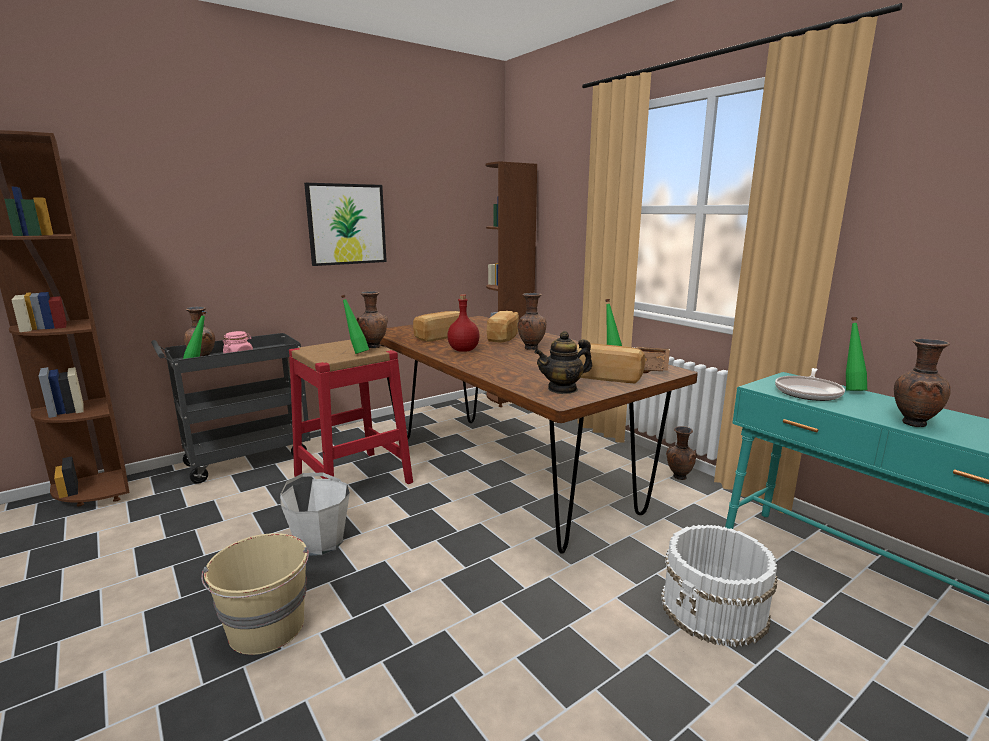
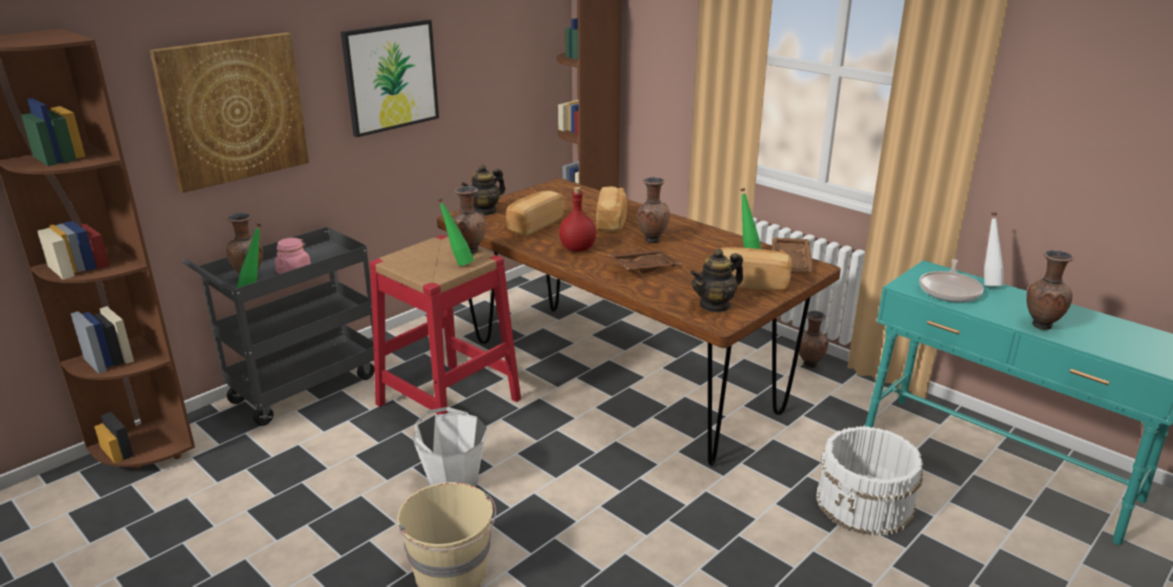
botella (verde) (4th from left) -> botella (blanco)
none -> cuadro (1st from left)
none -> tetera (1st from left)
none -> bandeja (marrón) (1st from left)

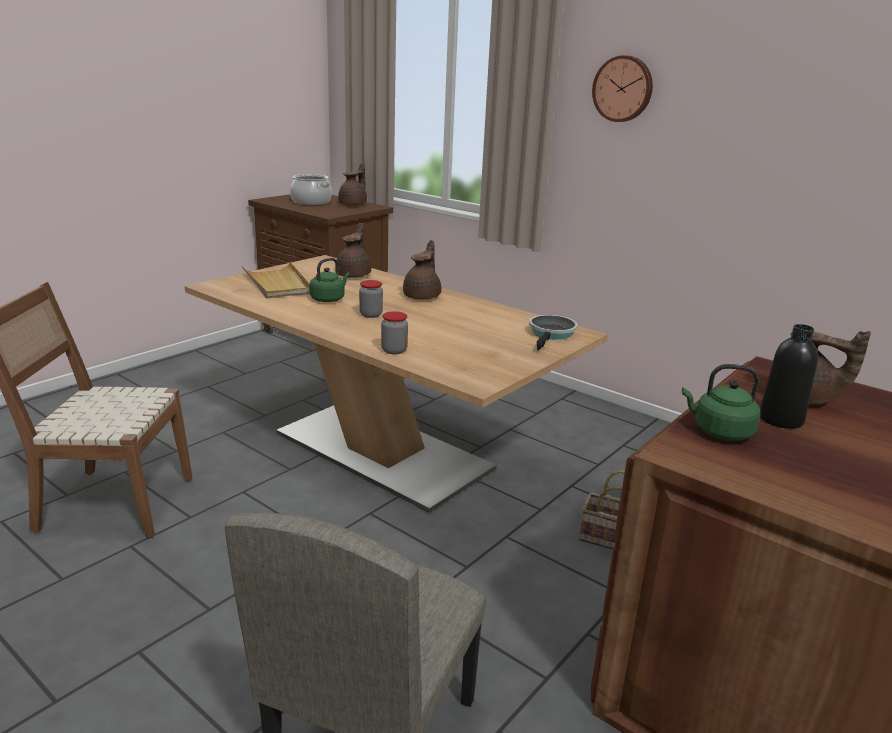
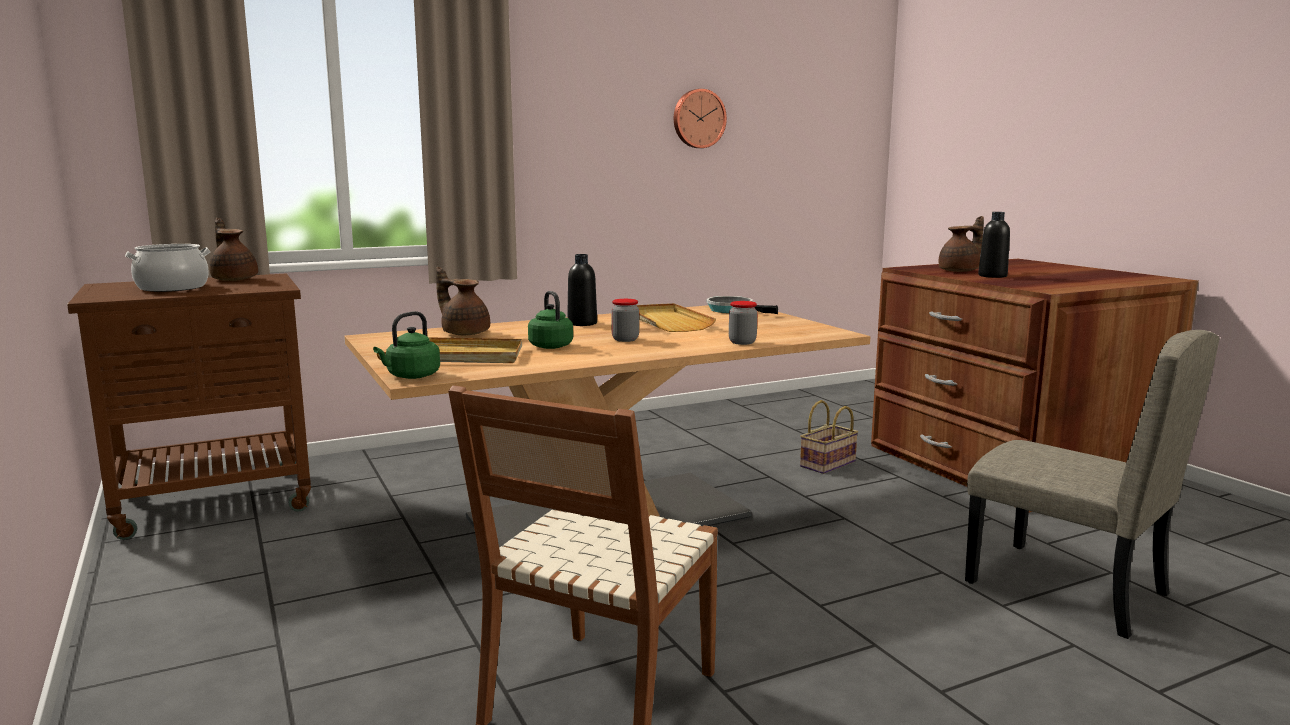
reloj de pared, move
tetera (marrón) (3rd from left) -> botella (negro) (1st from left)
hervidor (verde) (2nd from left in the first image) -> hervidor (verde) (1st from left), move
none -> bandeja (beis) (2nd from left)

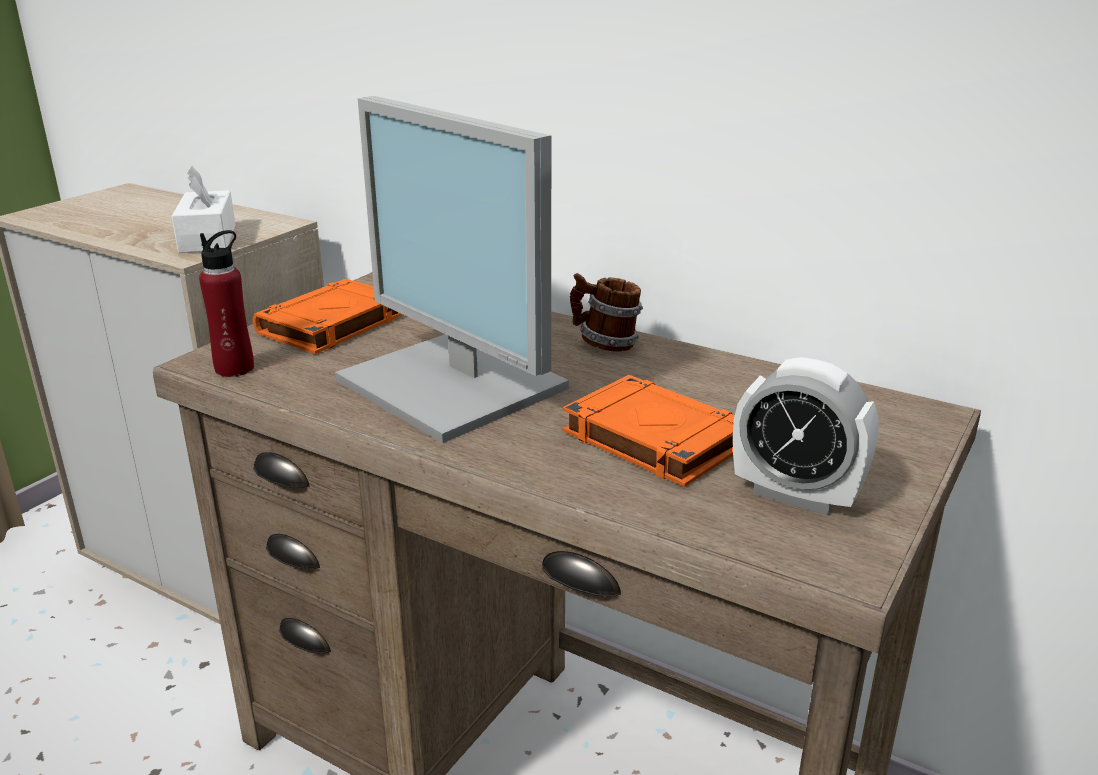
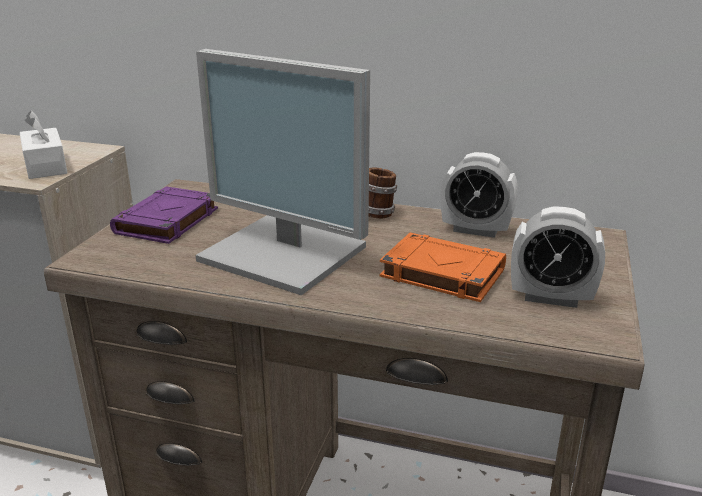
botella (rojo) -> none
libro (naranja) (1st from left) -> libro (morado)
none -> despertador (1st from left)

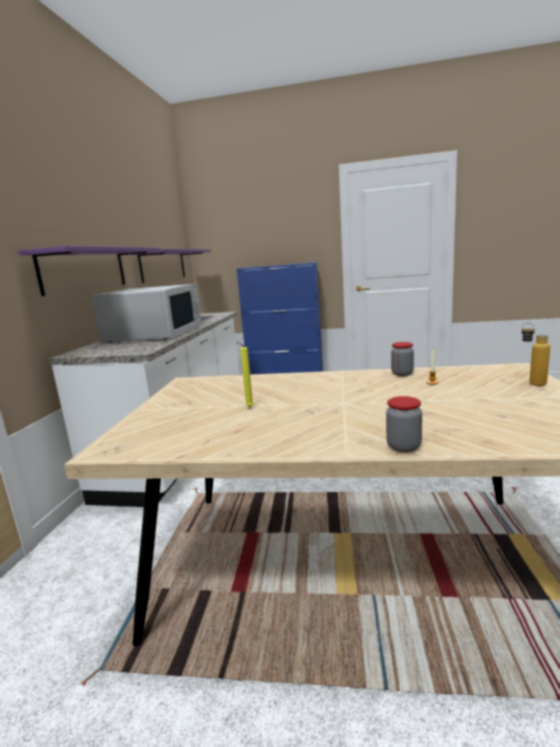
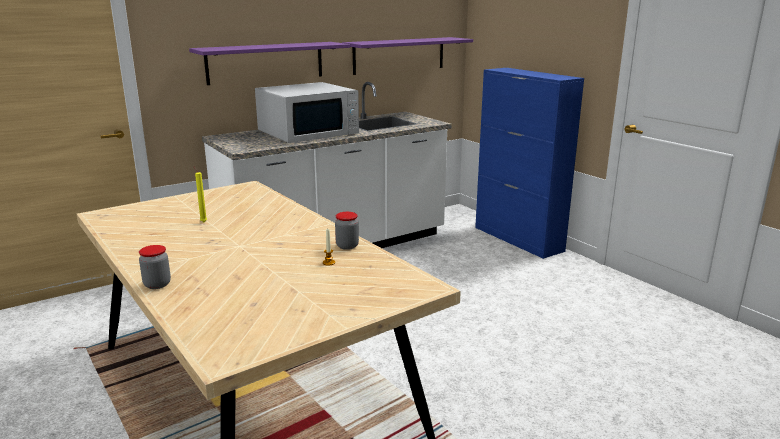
botella -> none

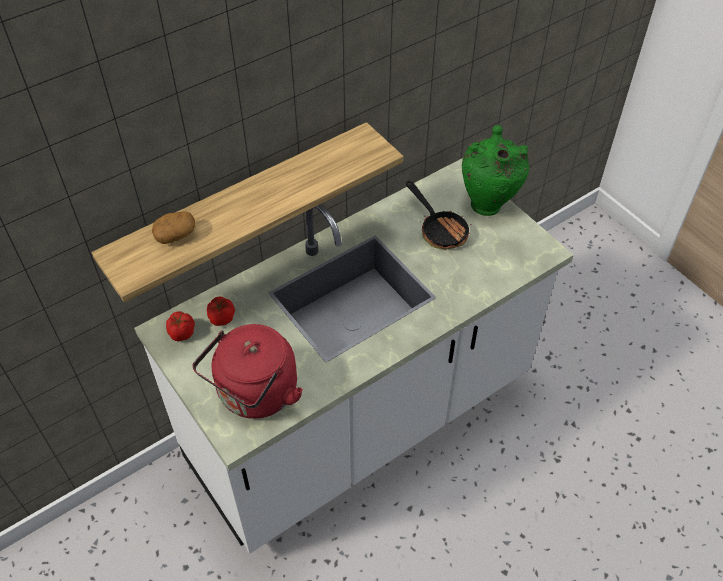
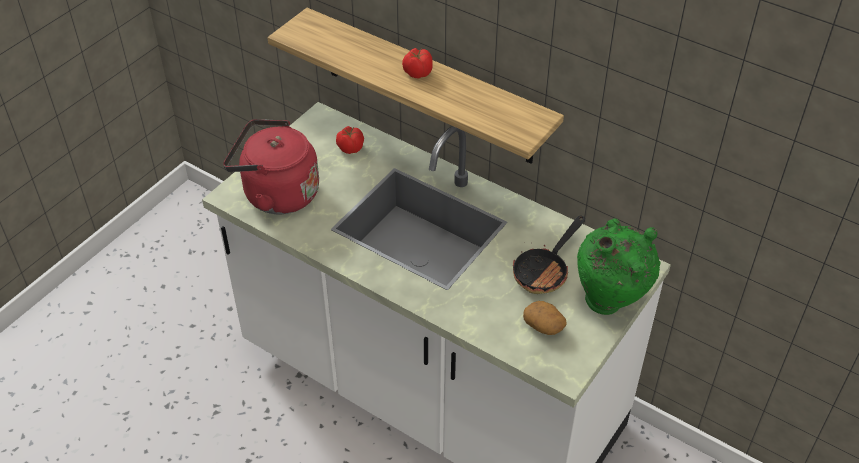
patata, move
tomate (1st from left in the first image) -> tomate (2nd from left), move

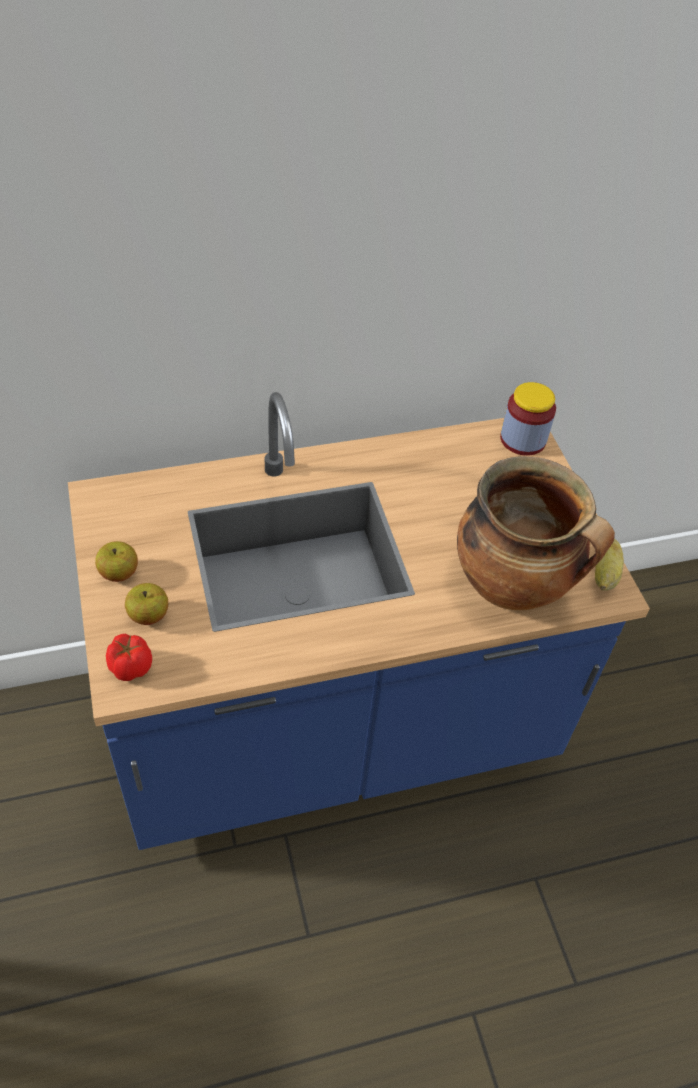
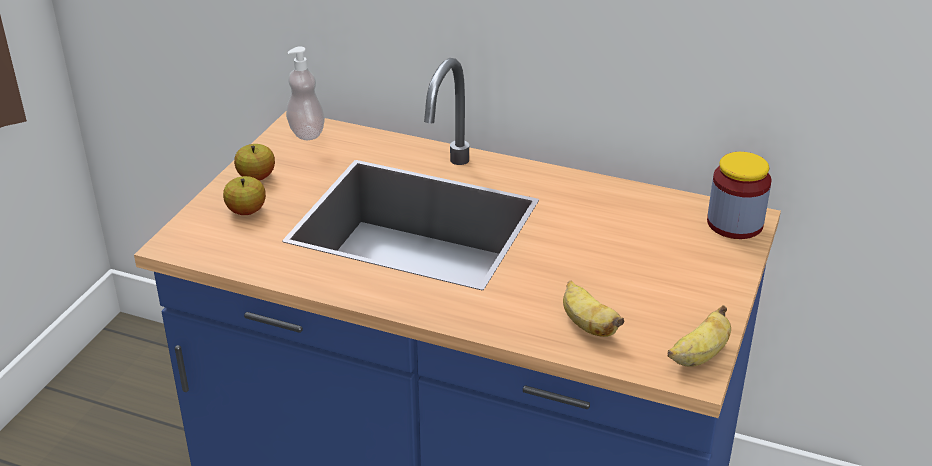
olla -> plátano (1st from left)
tomate -> none
none -> dispensador de jabón

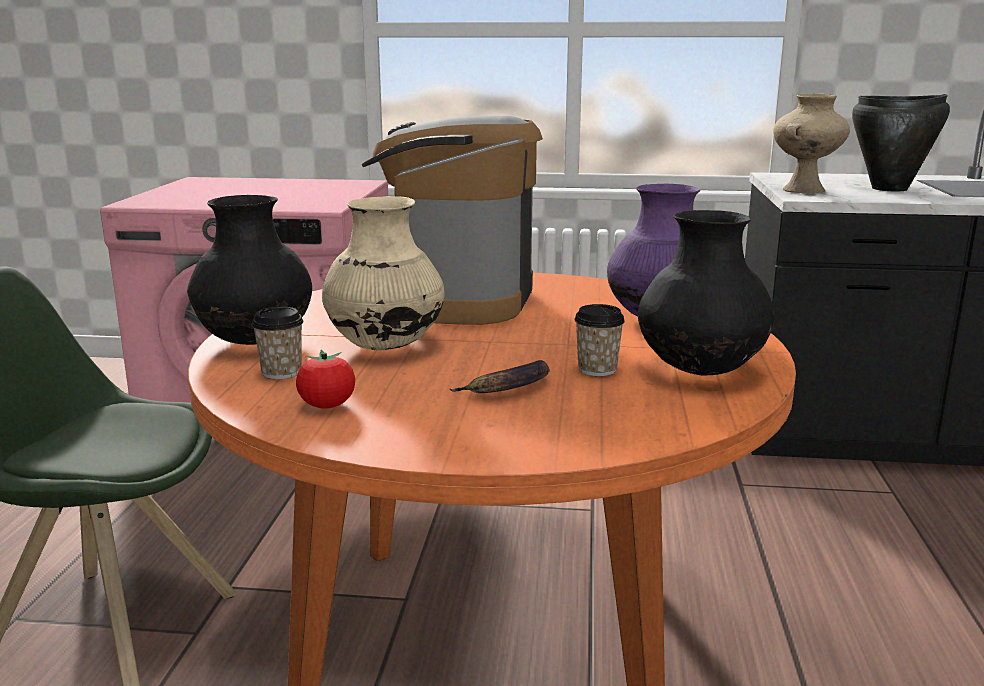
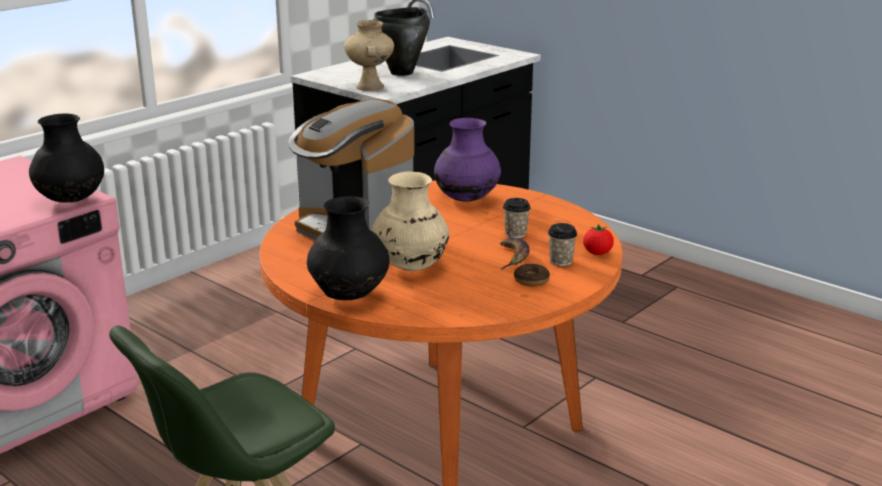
florero (negro) (2nd from left in the first image) -> florero (negro) (1st from left), move
taza (1st from left in the first image) -> taza (2nd from left), move
tomate, move
none -> rosquilla

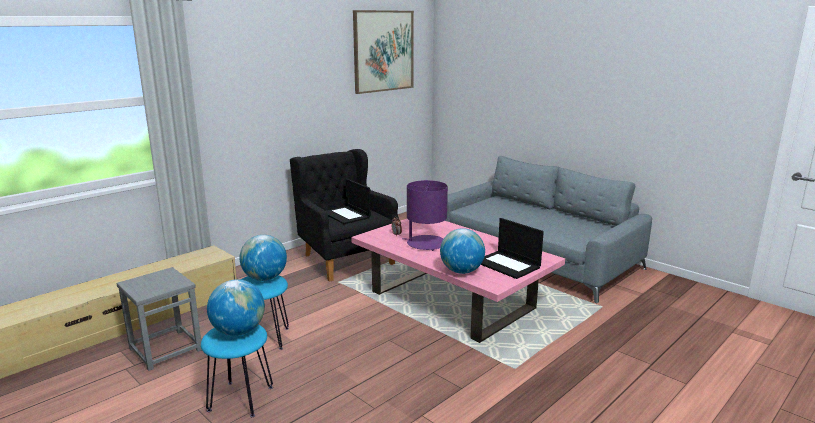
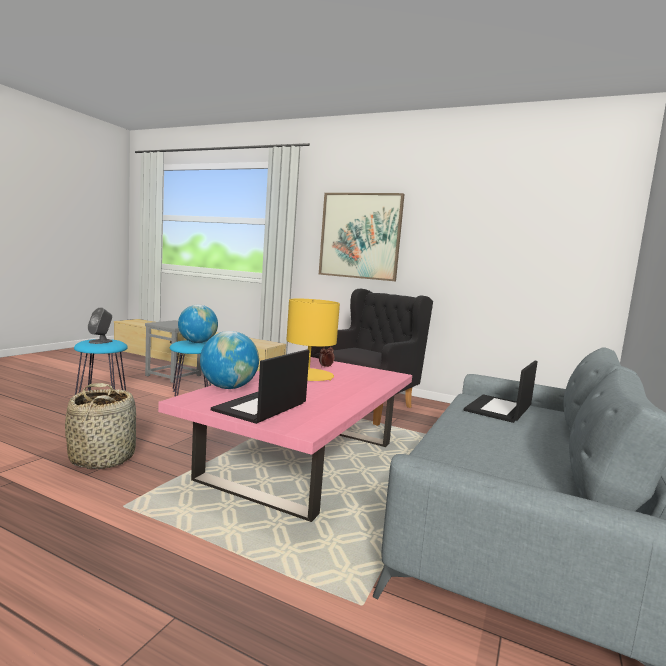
cuadro, move
portátil (1st from left in the first image) -> portátil (2nd from left), move
lámpara de mesa (morado) -> lámpara de mesa (amarillo)
globo terráqueo (1st from left) -> altavoz (gris)
none -> cesta

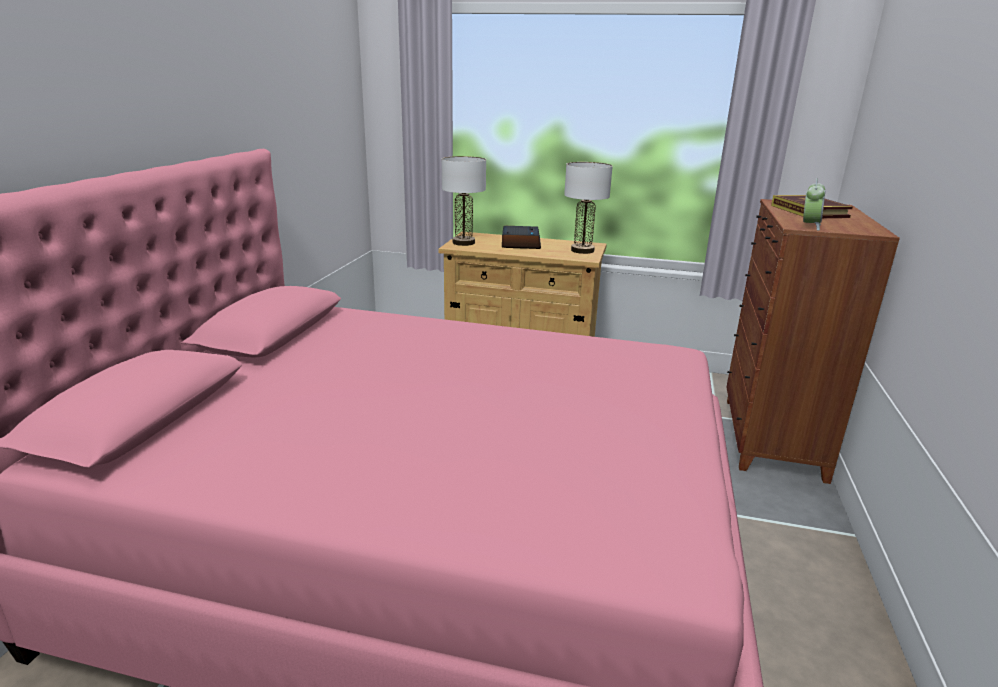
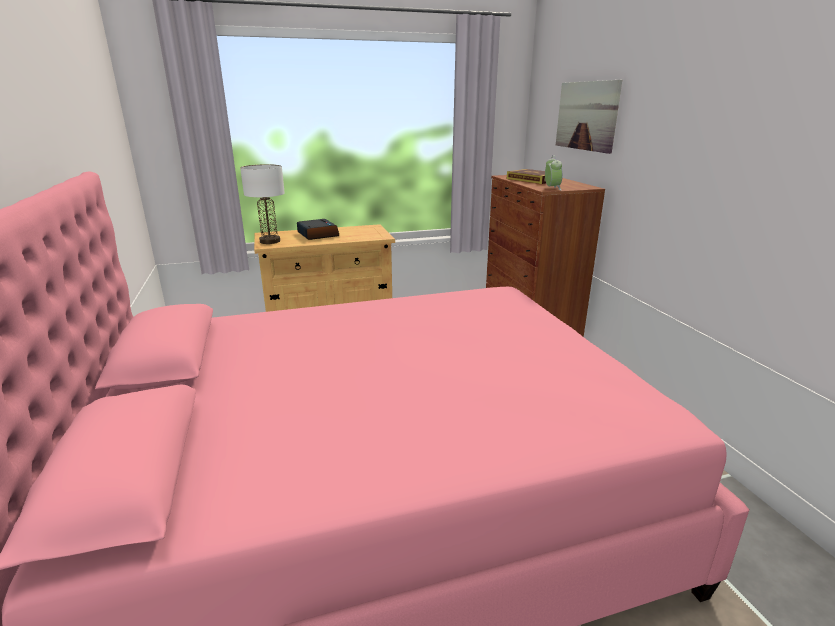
lámpara de mesa (2nd from left) -> none
none -> cuadro

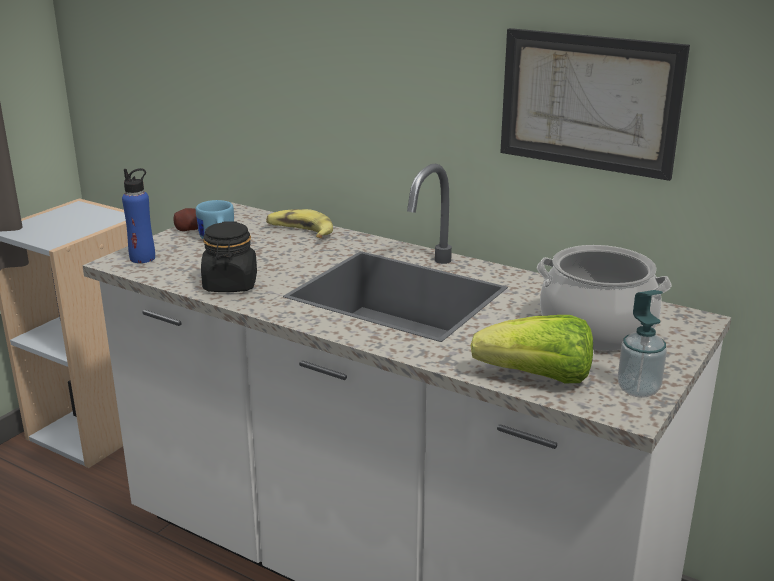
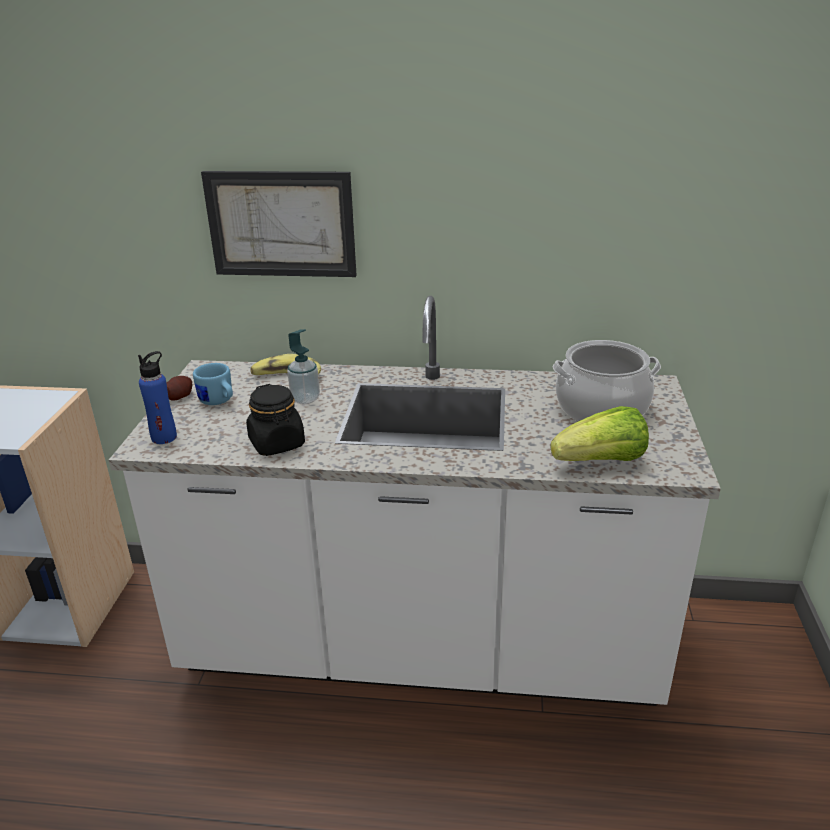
cuadro, move
dispensador de jabón, move

